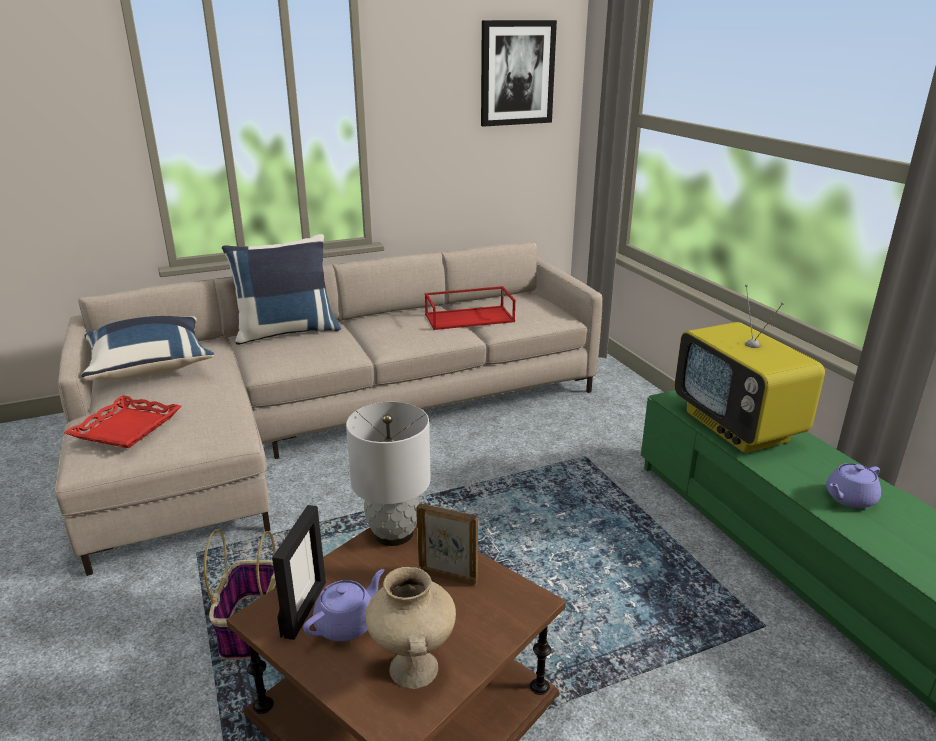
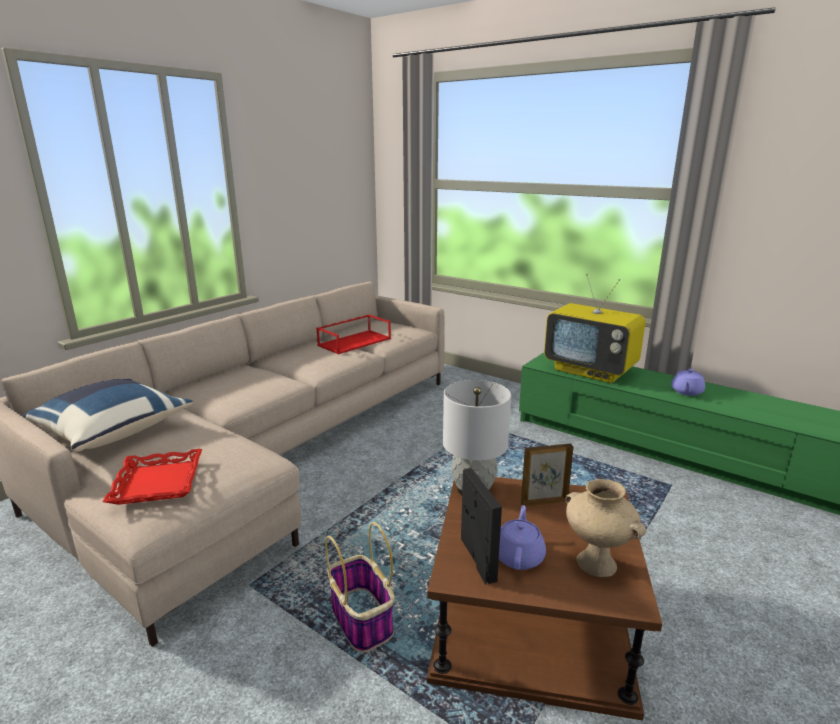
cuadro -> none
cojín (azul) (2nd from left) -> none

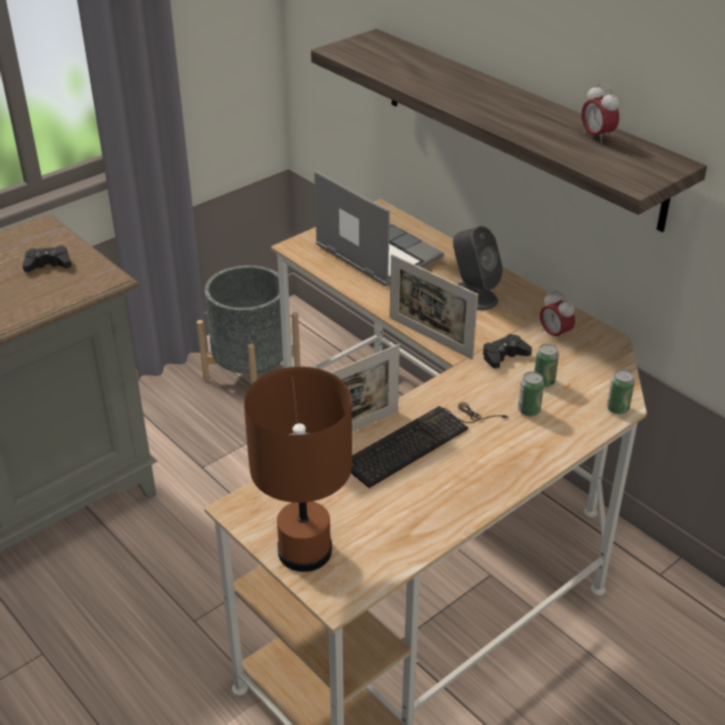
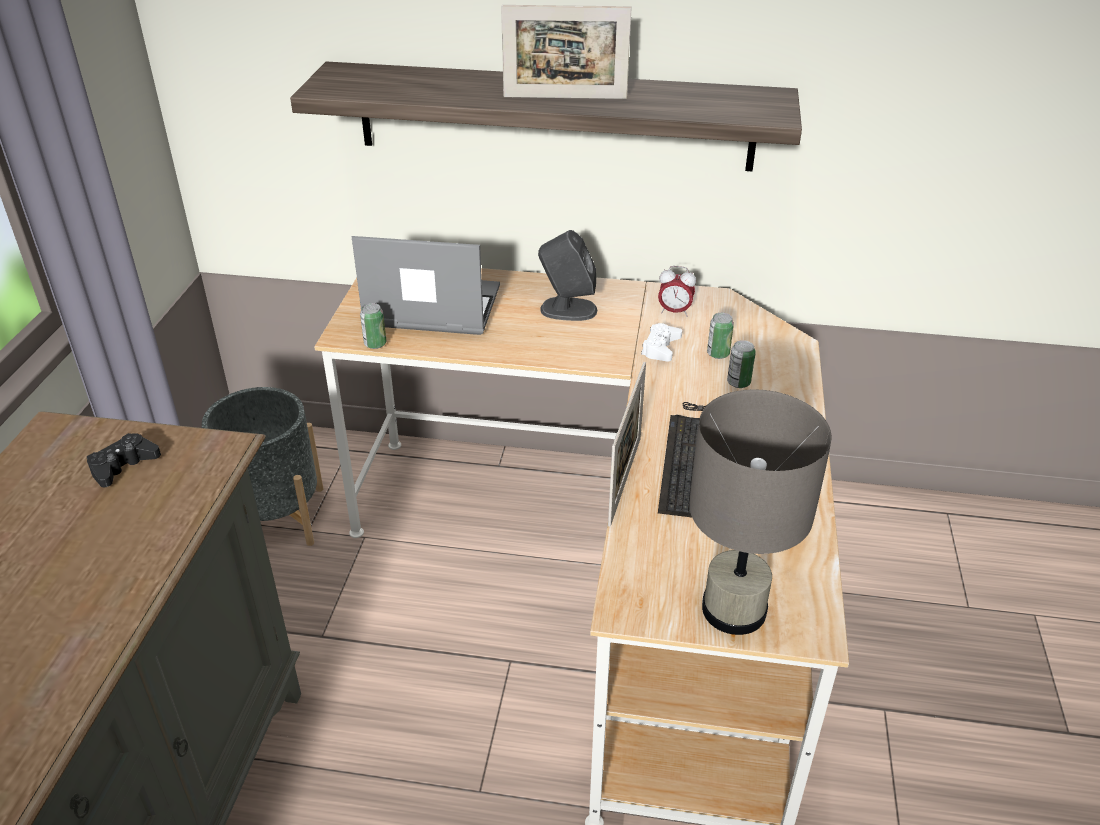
despertador (2nd from left) -> none
portarretratos (2nd from left in the first image) -> portarretratos (1st from left), move
mando de consola (negro) (2nd from left) -> mando de consola (blanco)
lámpara de mesa (marrón) -> lámpara de mesa (gris)
lata (3rd from left in the first image) -> lata (1st from left), move

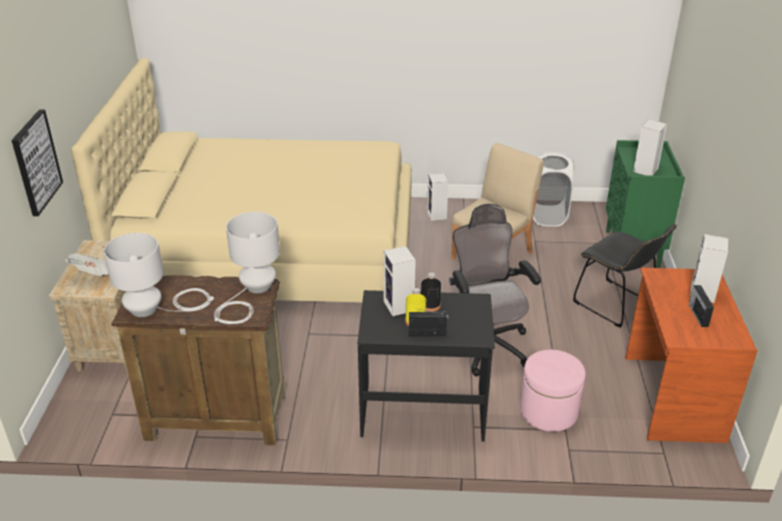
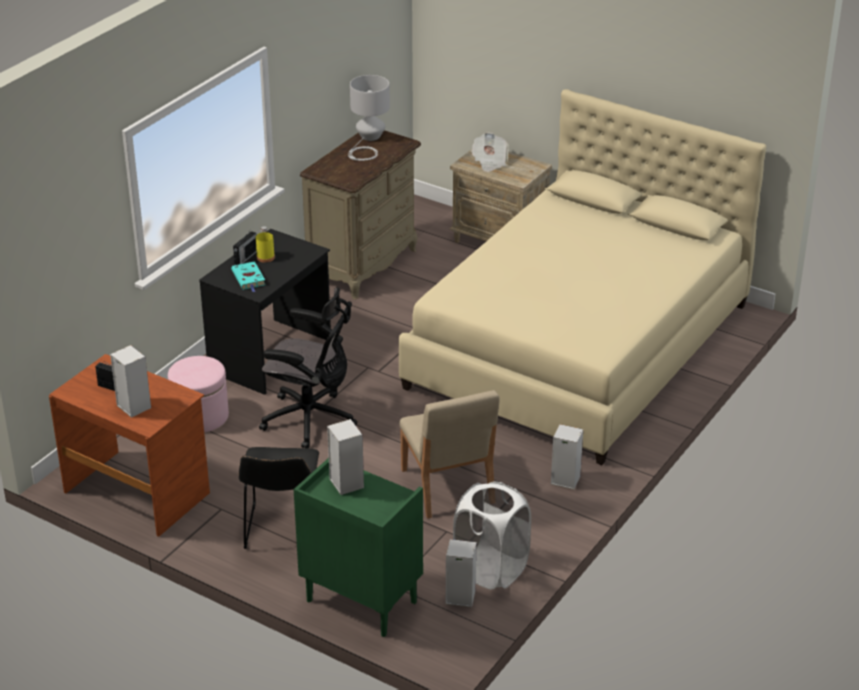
cuadro -> none
lámpara de mesa (gris) (2nd from left) -> none
silla (negro), 75 degrees counterclockwise
altavoz (1st from left in the first image) -> altavoz (3rd from left), move
botella (negro) -> none
none -> libro (turquesa)

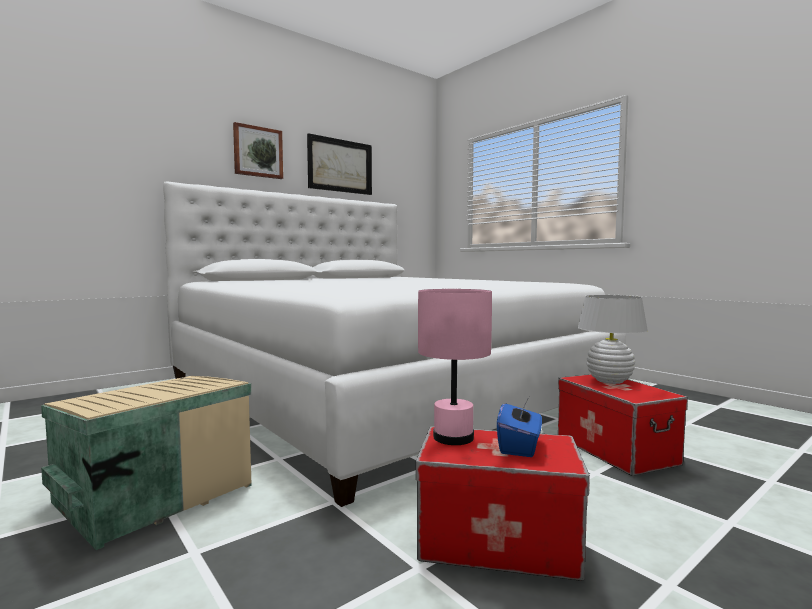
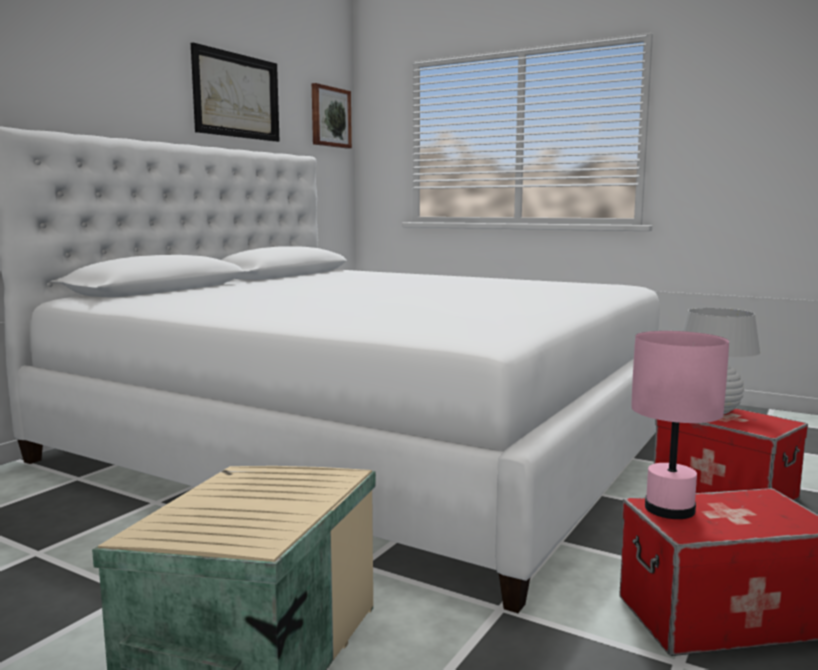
cuadro (1st from left in the first image) -> cuadro (2nd from left), move
caja de pañuelos (azul) -> none

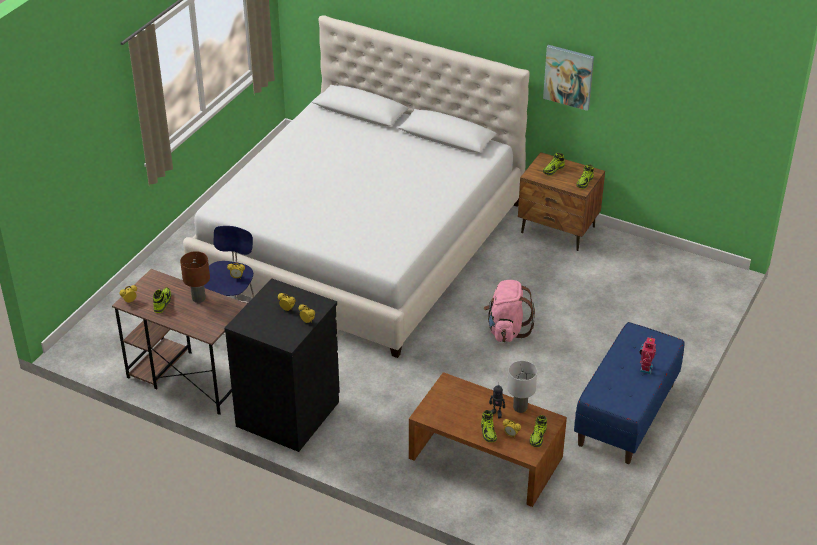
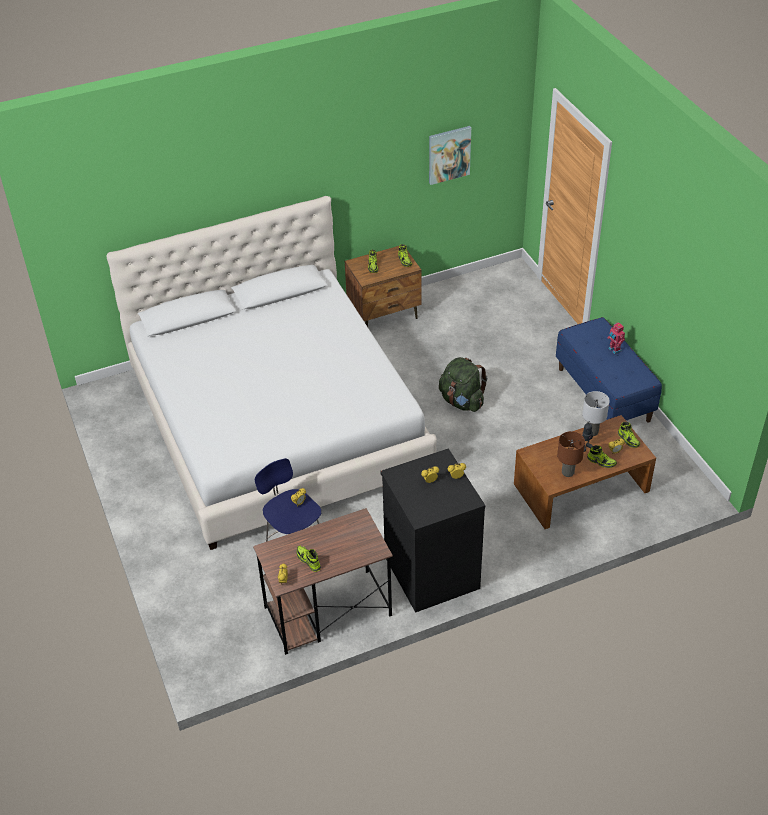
cuadro, move
lámpara de mesa (marrón), move
mochila (rosa) -> mochila (verde)

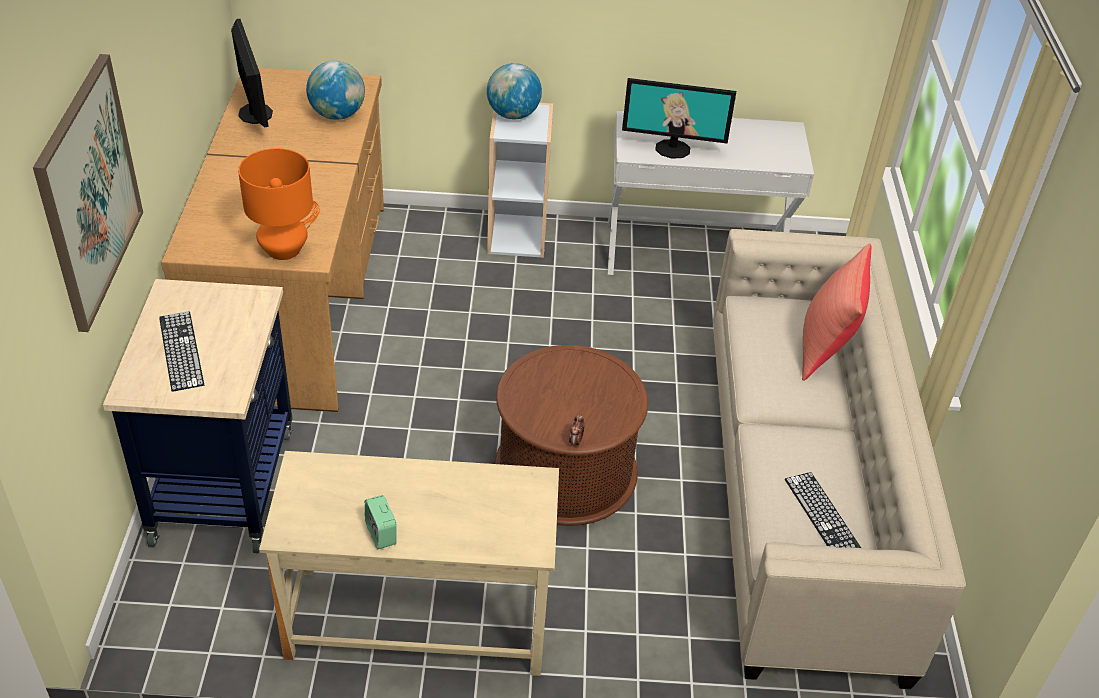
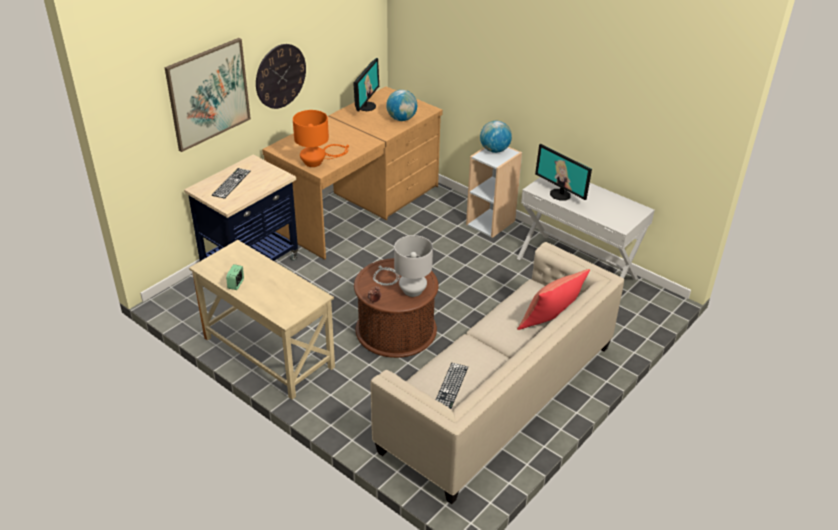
none -> reloj de pared
none -> lámpara de mesa (gris)

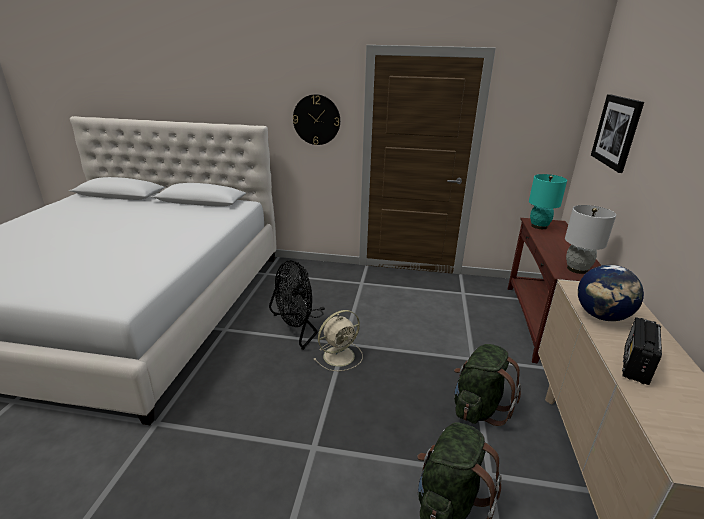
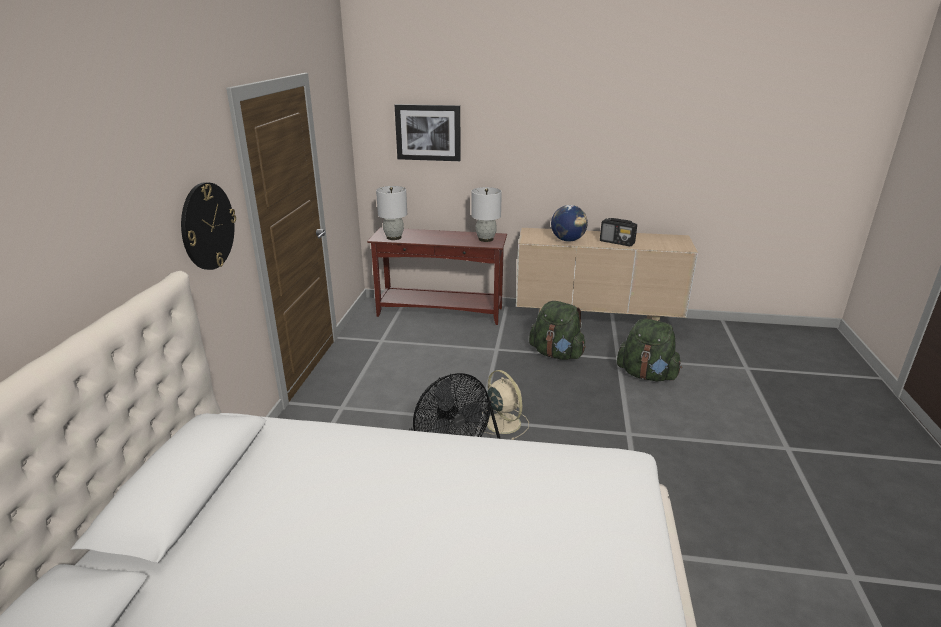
lámpara de mesa (turquesa) -> lámpara de mesa (blanco) (1st from left)

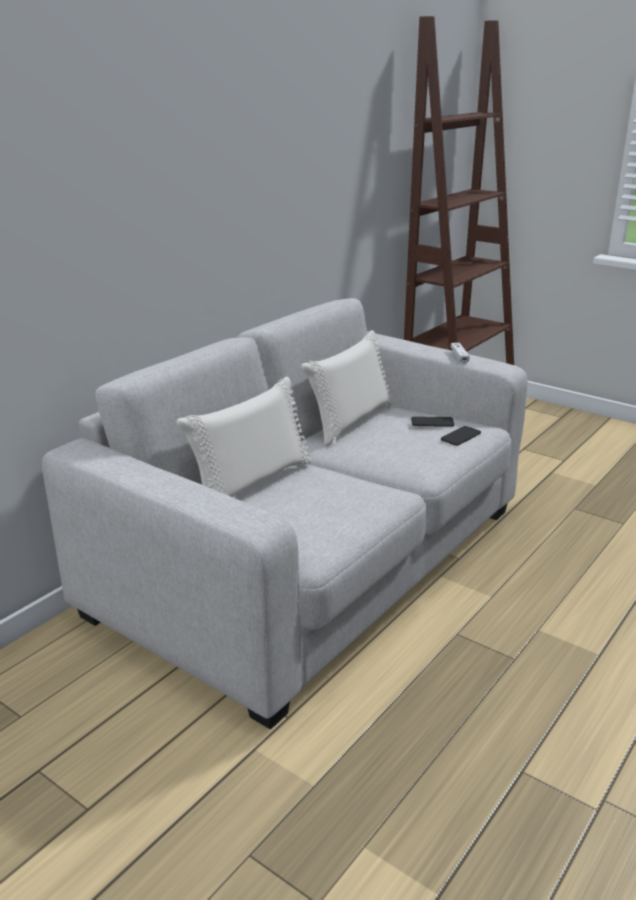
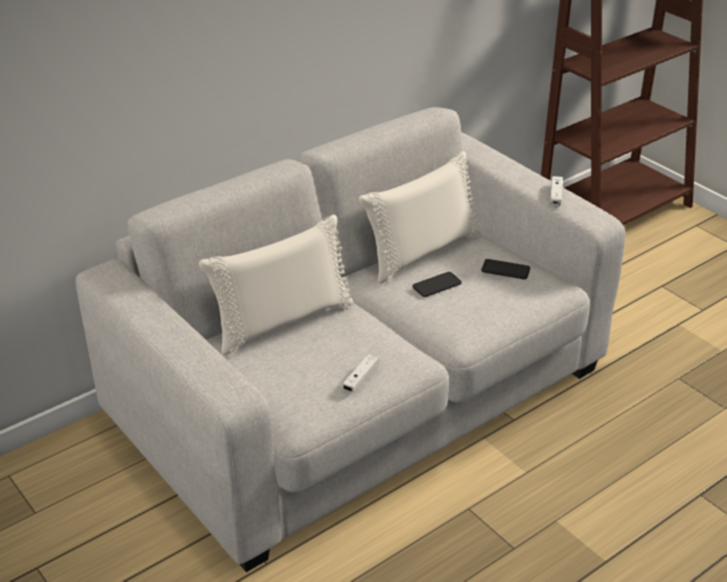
móvil (2nd from left in the first image) -> móvil (1st from left), move
none -> mando de consola (blanco) (1st from left)

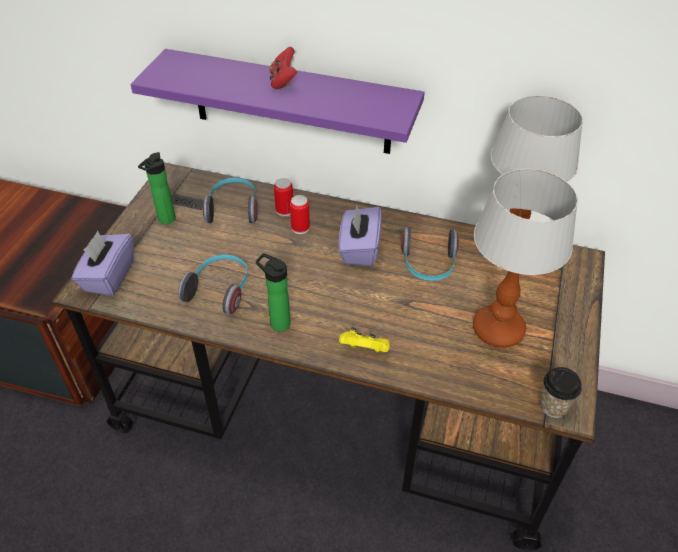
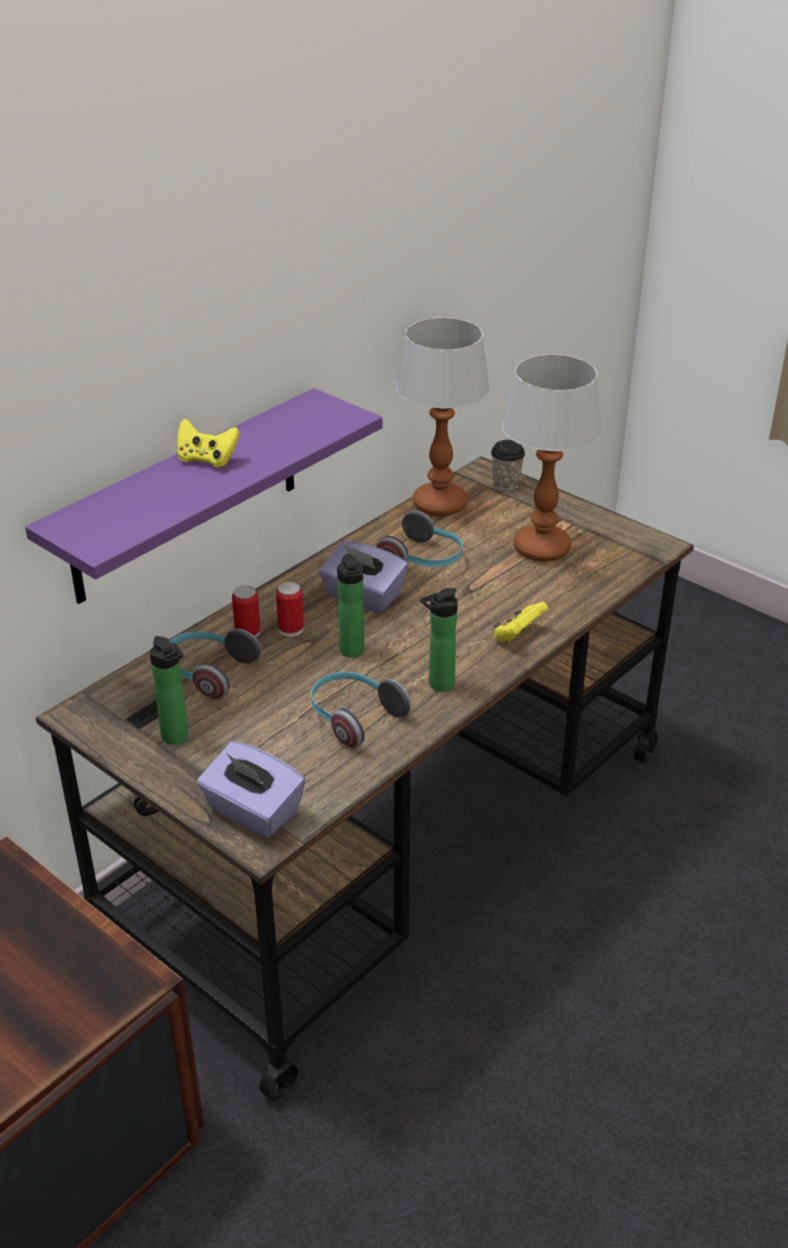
mando de consola (rojo) -> mando de consola (amarillo) (1st from left)
taza, move
none -> botella (2nd from left)

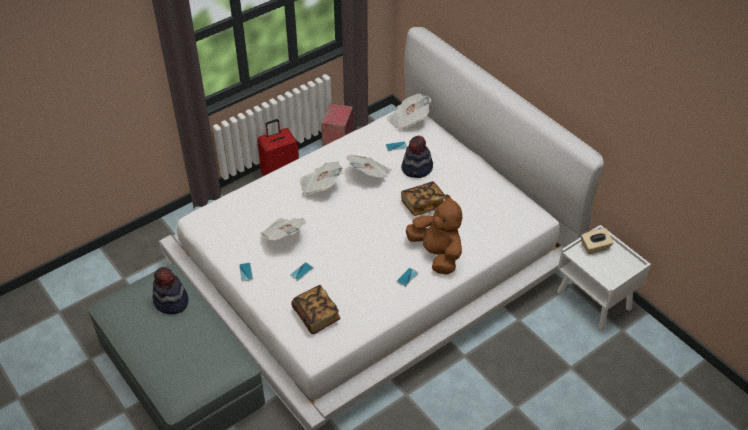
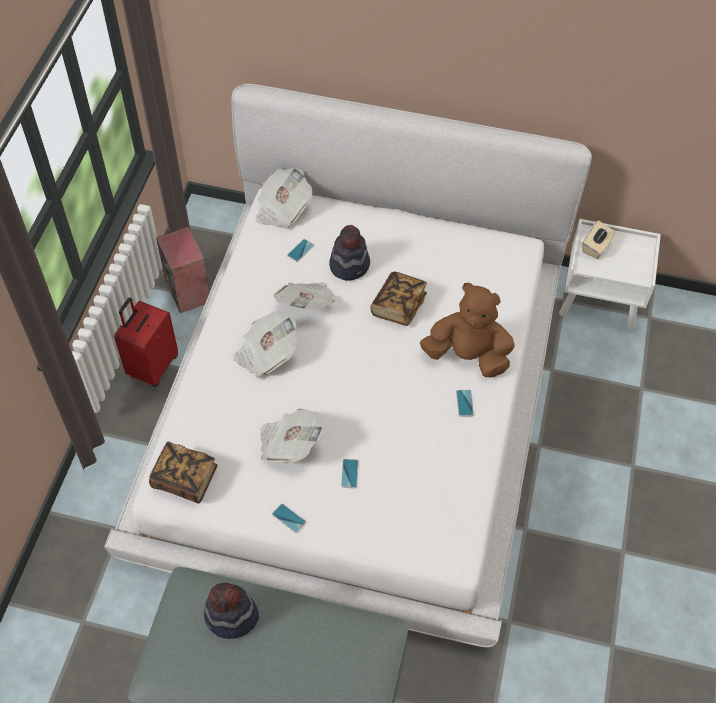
libro (1st from left), move

